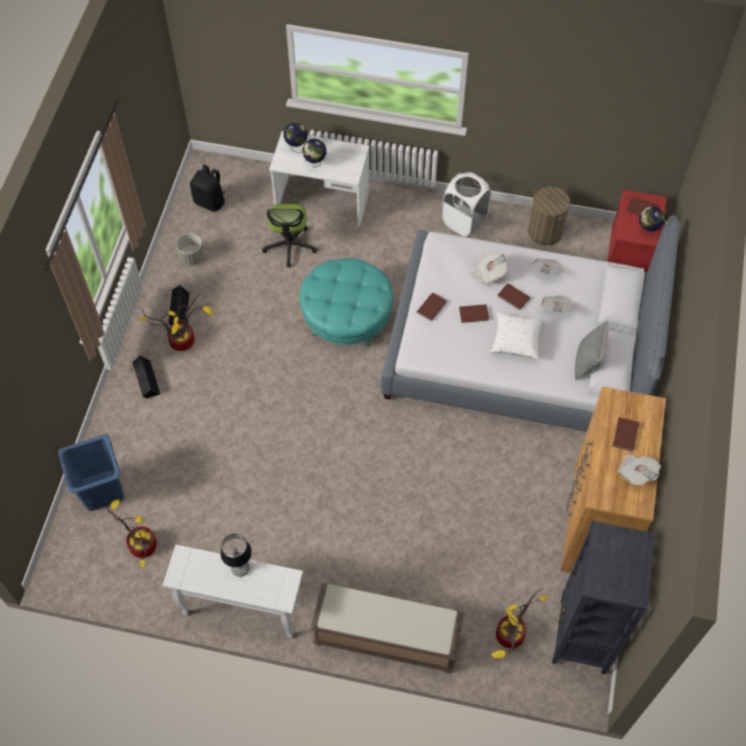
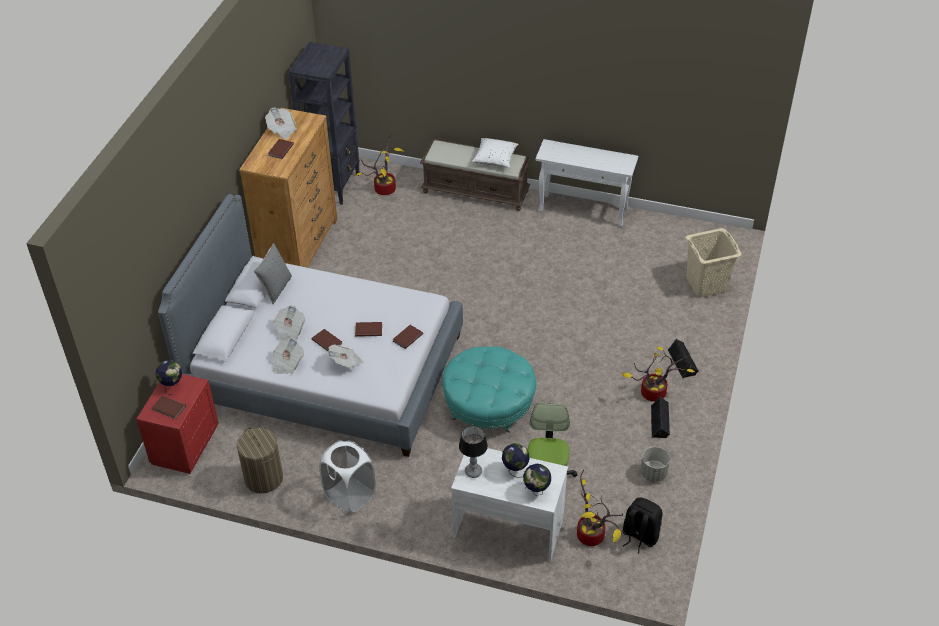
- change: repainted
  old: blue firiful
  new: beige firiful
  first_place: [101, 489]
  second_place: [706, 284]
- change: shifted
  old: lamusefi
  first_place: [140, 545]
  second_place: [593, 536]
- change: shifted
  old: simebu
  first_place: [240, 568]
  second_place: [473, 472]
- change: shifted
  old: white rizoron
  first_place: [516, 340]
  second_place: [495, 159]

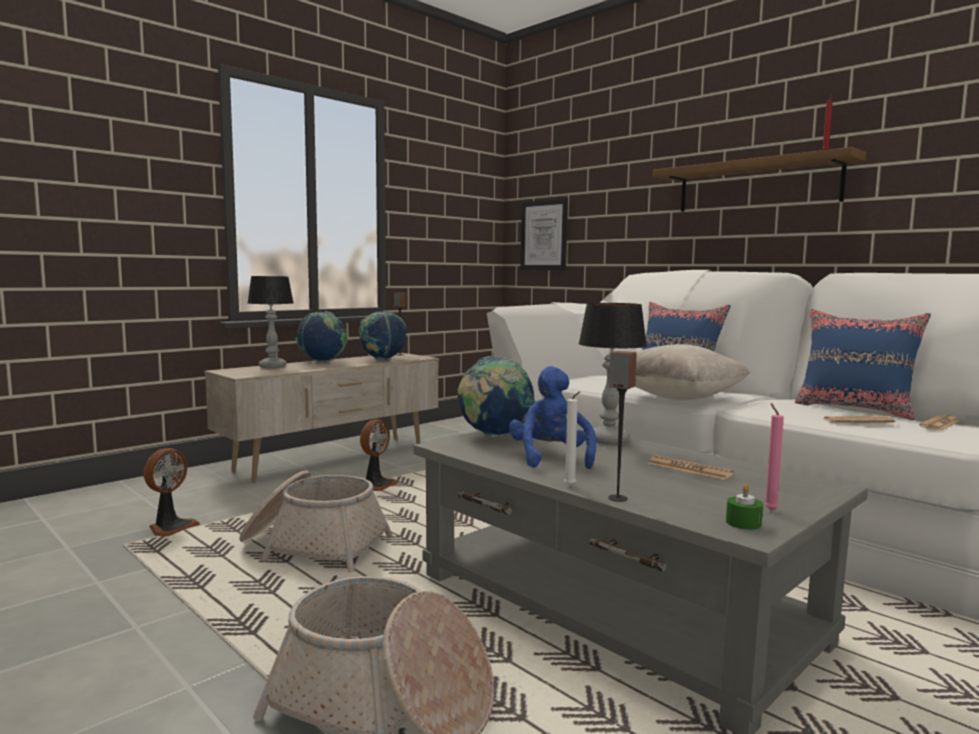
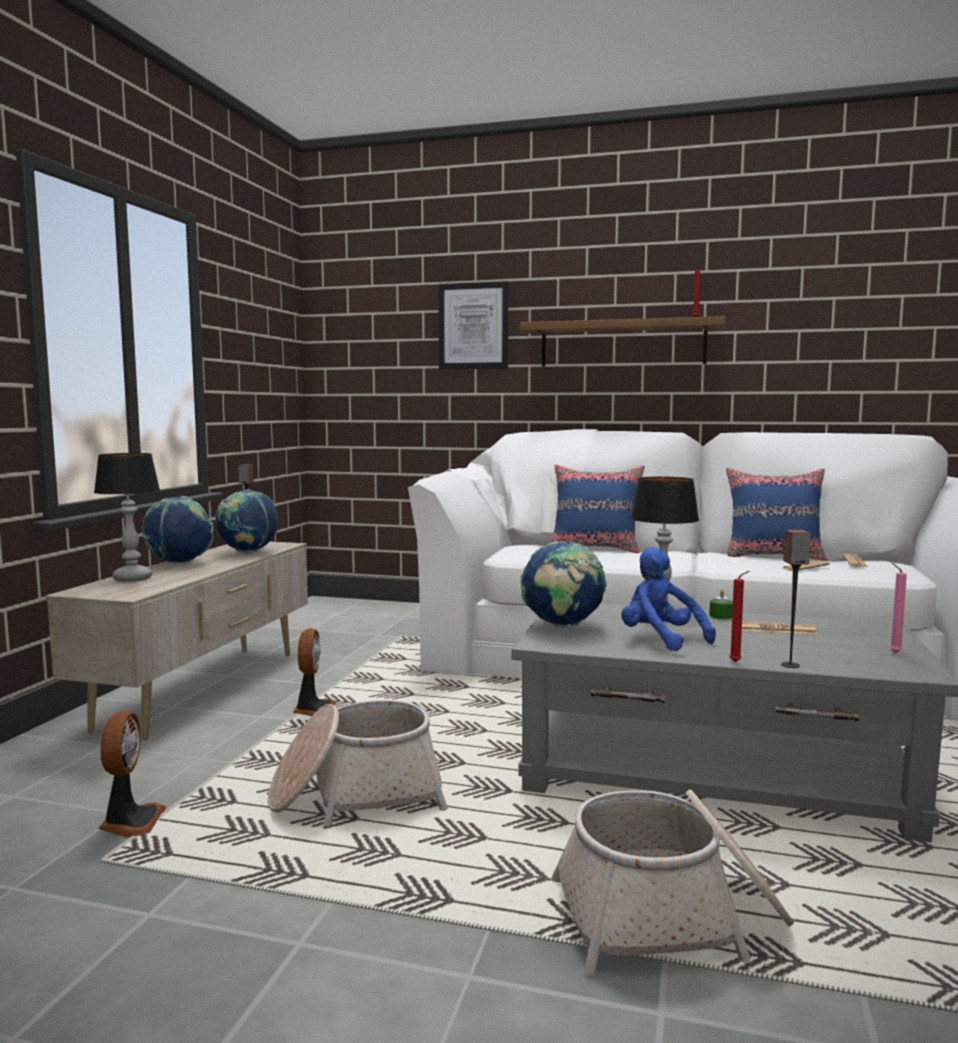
- change: shifted
  old: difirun
  first_place: [544, 235]
  second_place: [473, 326]
- change: repainted
  old: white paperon
  new: red paperon
  first_place: [571, 486]
  second_place: [737, 662]
- change: gone
  old: beige rizoron
  first_place: [677, 398]
- change: shifted
  old: green paperon
  first_place: [743, 523]
  second_place: [721, 616]

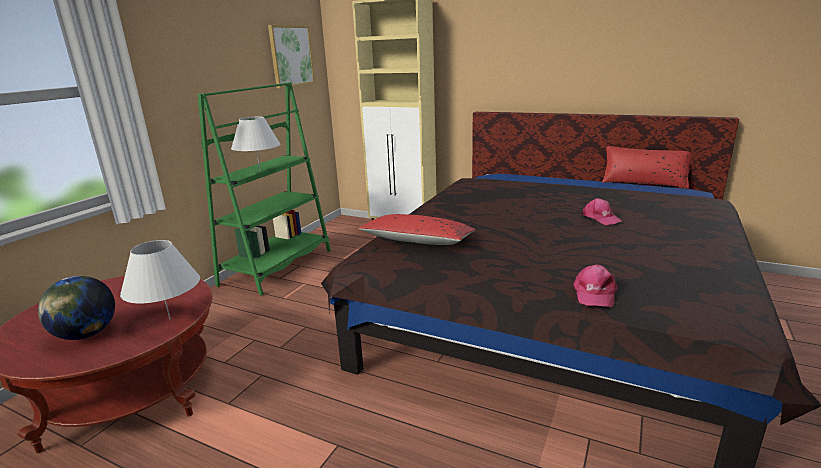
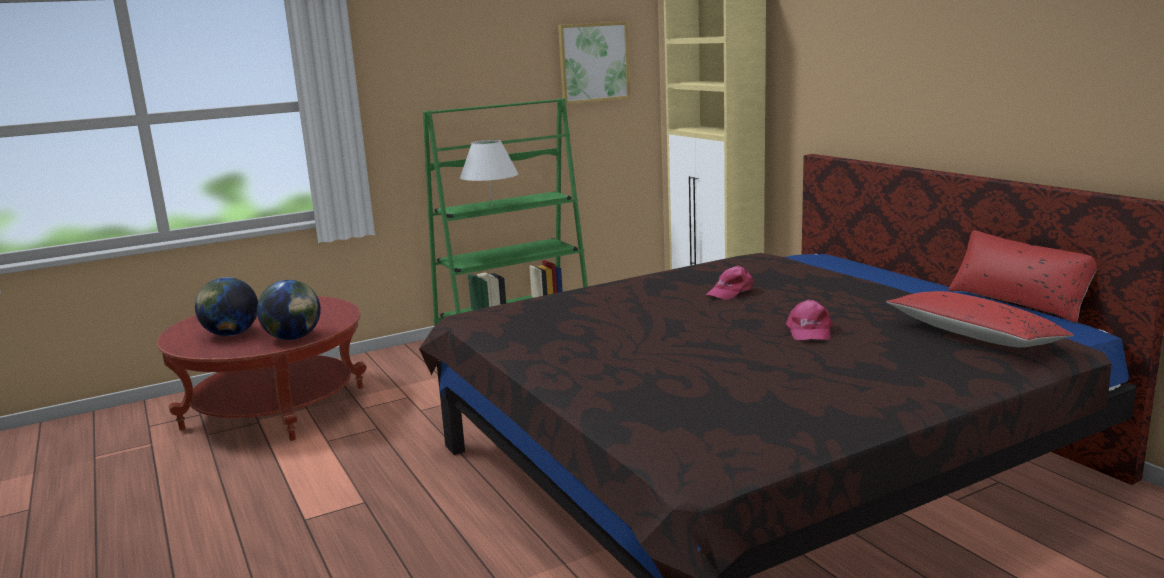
- change: swapped
  old: white simebu
  new: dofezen
  first_place: [170, 319]
  second_place: [293, 338]
- change: shifted
  old: red rizoron
  first_place: [417, 241]
  second_place: [974, 336]
- change: shifted
  old: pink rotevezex
  first_place: [594, 293]
  second_place: [730, 292]

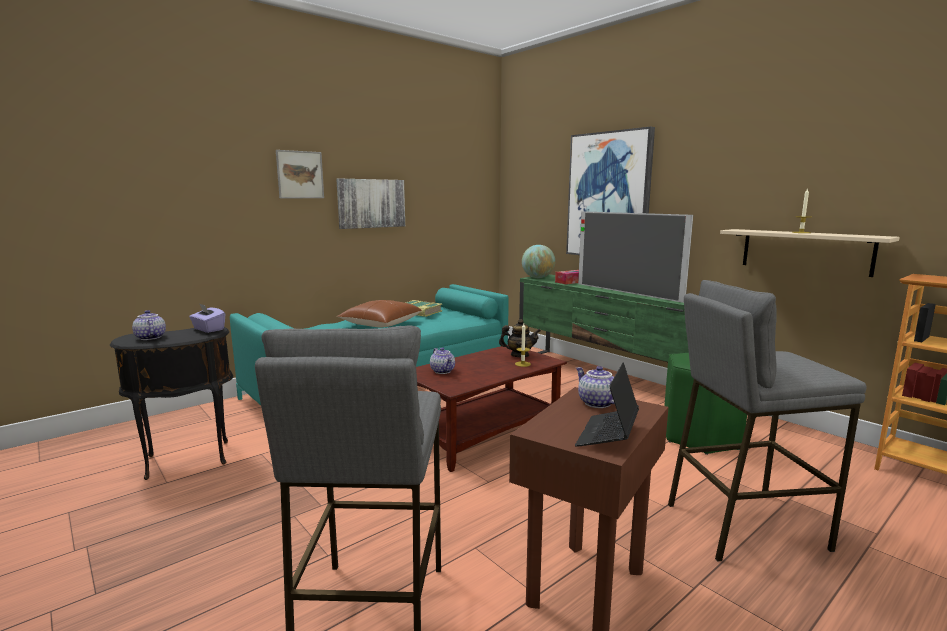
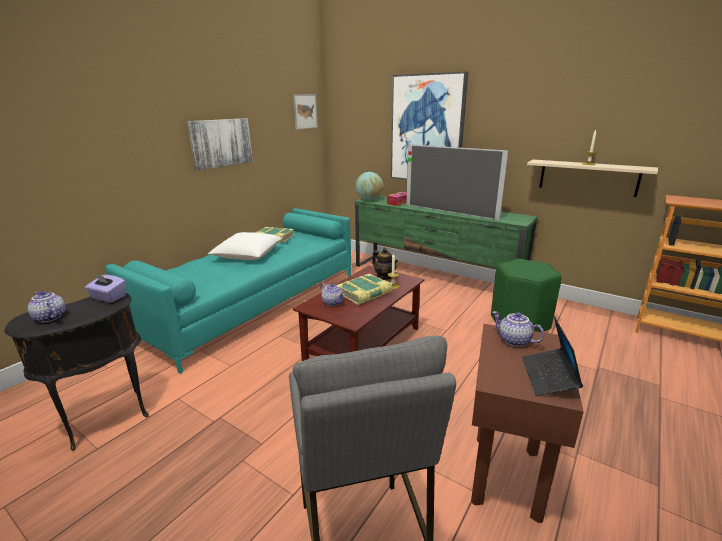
- change: shifted
  old: difirun
  first_place: [300, 174]
  second_place: [305, 111]
- change: repainted
  old: brown rizoron
  new: white rizoron
  first_place: [381, 323]
  second_place: [247, 254]
- change: rotated
  old: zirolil
  first_place: [519, 355]
  second_place: [384, 277]
  degrees: 60
- change: gone
  old: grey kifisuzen
  first_place: [743, 525]
- change: new
  new: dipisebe
  second_place: [365, 293]

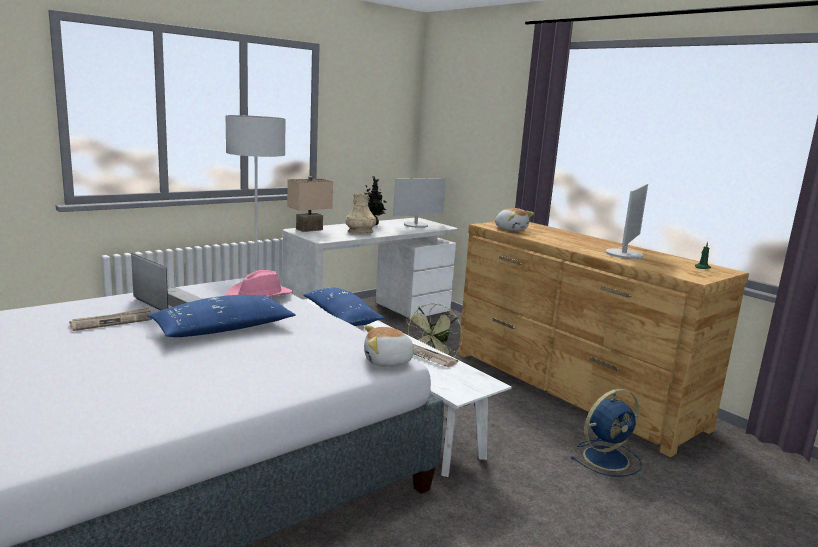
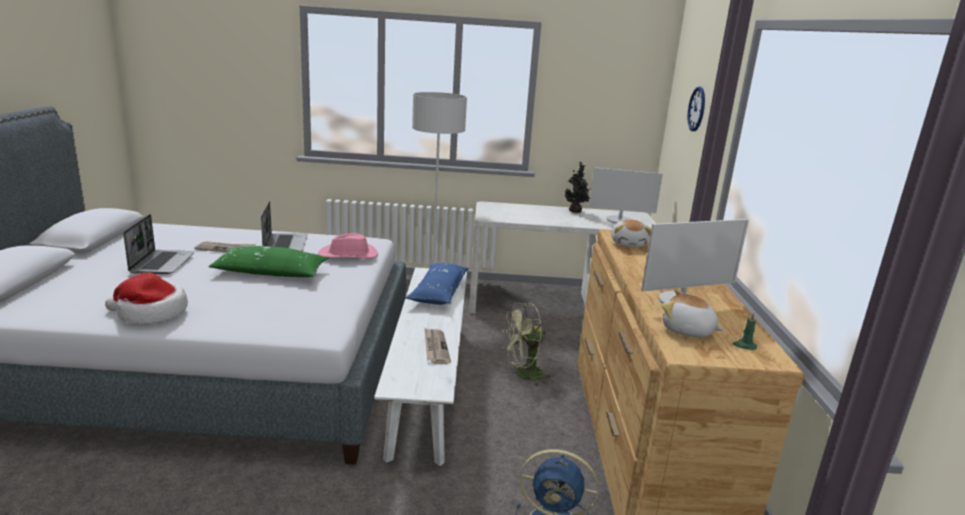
- change: repainted
  old: blue rizoron
  new: green rizoron
  first_place: [223, 329]
  second_place: [270, 273]
- change: gone
  old: beige simebu
  first_place: [309, 229]
- change: gone
  old: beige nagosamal
  first_place: [360, 232]
- change: shifted
  old: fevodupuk
  first_place: [388, 361]
  second_place: [687, 331]
- change: new
  new: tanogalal
  second_place: [150, 313]
- change: new
  new: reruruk
  second_place: [162, 263]
- change: new
  new: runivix
  second_place: [697, 109]

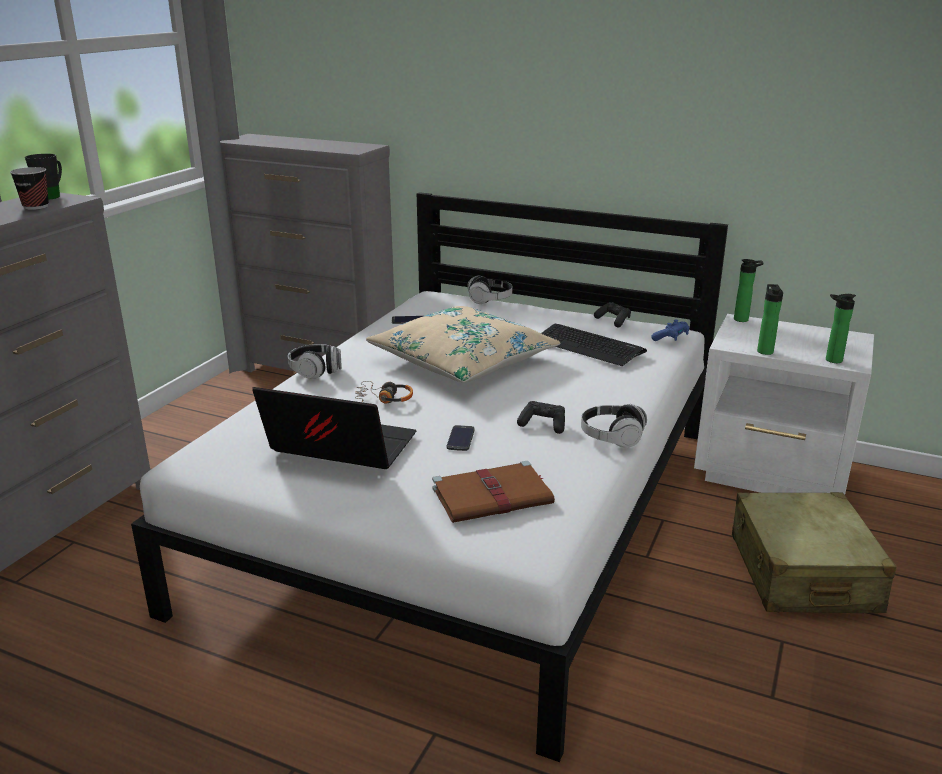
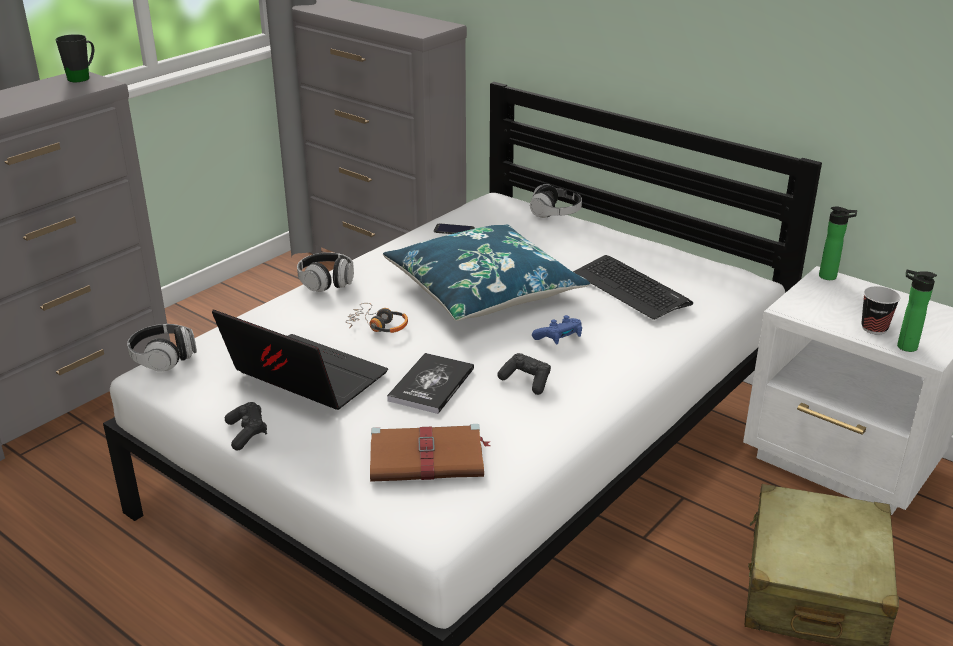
- change: shifted
  old: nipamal
  first_place: [36, 207]
  second_place: [874, 328]
- change: repainted
  old: beige rizoron
  new: blue rizoron
  first_place: [463, 361]
  second_place: [484, 290]
- change: swapped
  old: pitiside
  new: dipisebe
  first_place: [460, 438]
  second_place: [431, 385]
- change: shifted
  old: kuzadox
  first_place: [612, 437]
  second_place: [164, 358]
- change: shifted
  old: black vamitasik
  first_place: [613, 321]
  second_place: [247, 433]
- change: shifted
  old: blue vamitasik
  first_place: [671, 338]
  second_place: [559, 338]
- change: gone
  old: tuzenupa
  first_place: [764, 351]

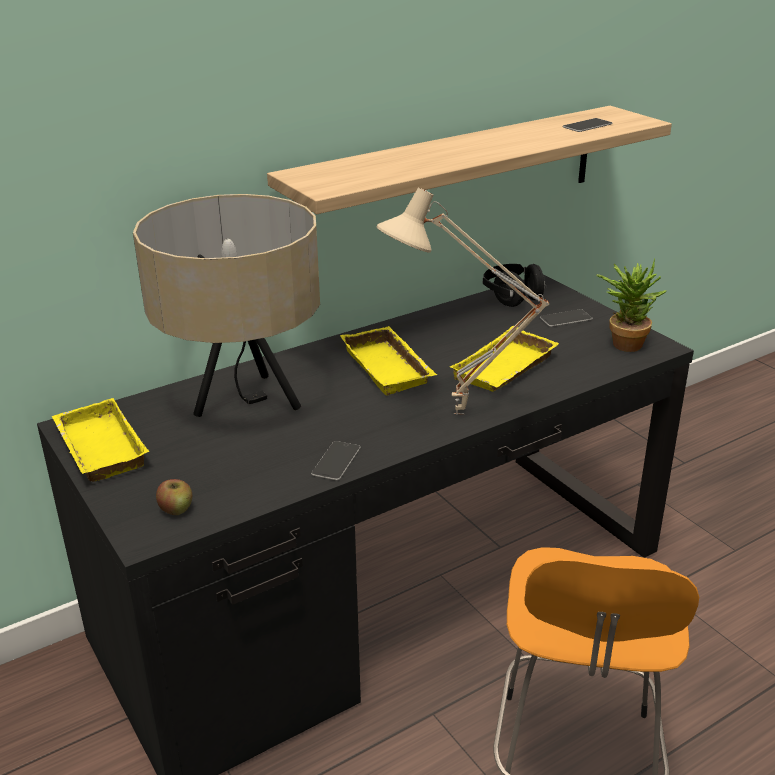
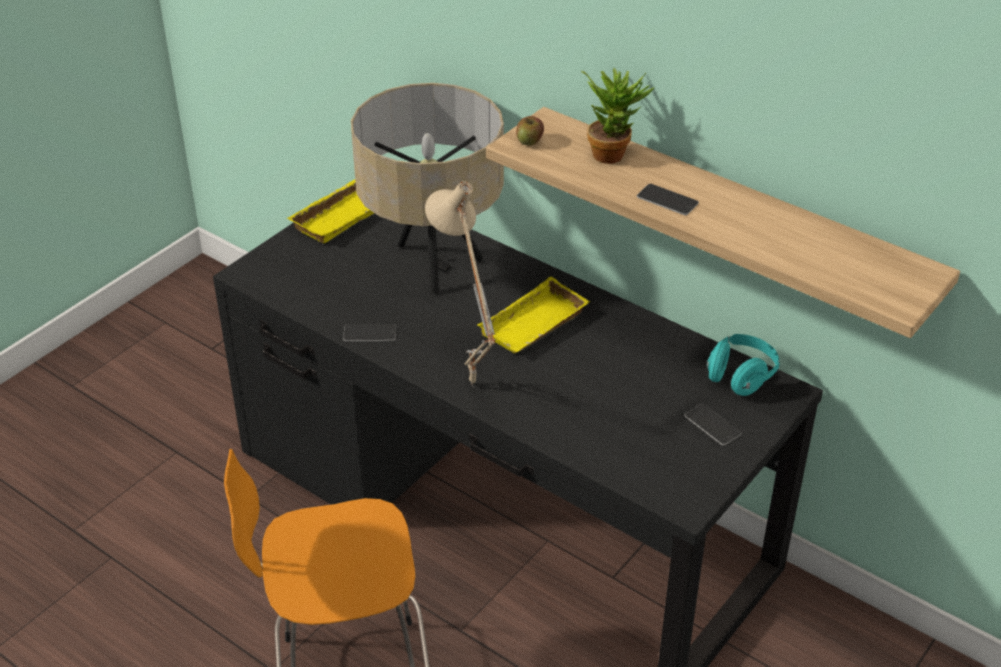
- change: shifted
  old: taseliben
  first_place: [176, 509]
  second_place: [529, 141]
- change: gone
  old: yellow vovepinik
  first_place: [506, 369]
- change: repainted
  old: black kuzadox
  new: turquoise kuzadox
  first_place: [512, 297]
  second_place: [740, 376]
- change: shifted
  old: pitiside
  first_place: [587, 125]
  second_place: [667, 200]
- change: shifted
  old: lamusefi
  first_place: [624, 342]
  second_place: [613, 153]

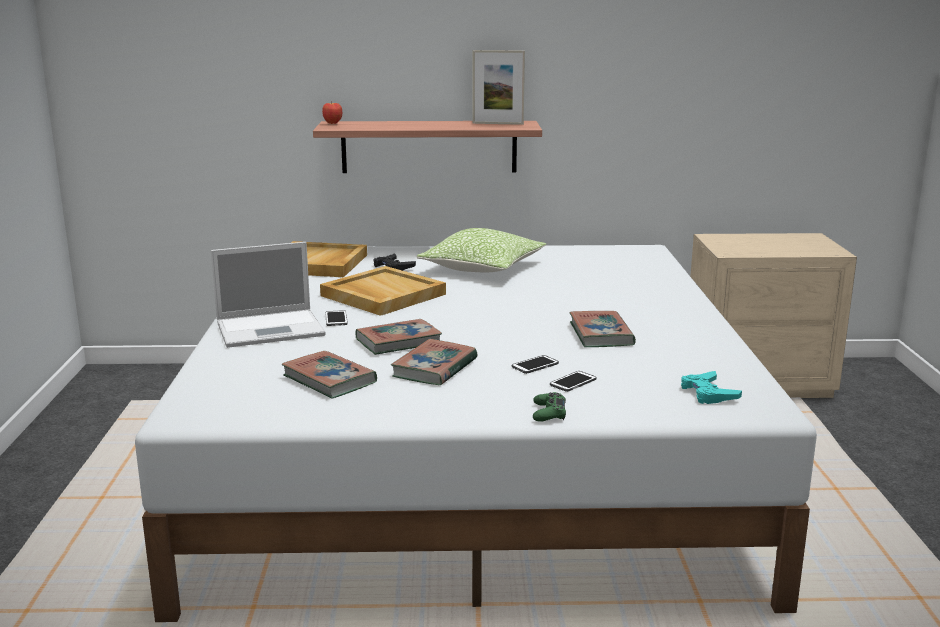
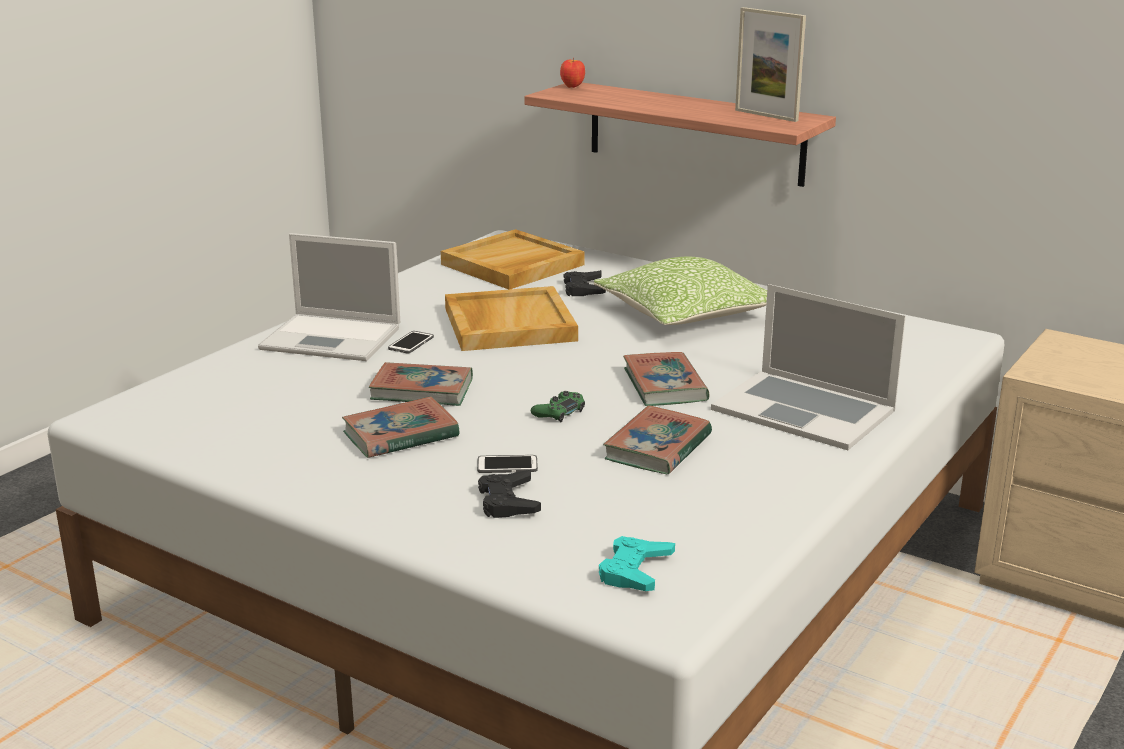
- change: shifted
  old: dipisebe
  first_place: [329, 380]
  second_place: [665, 385]
- change: shifted
  old: green vamitasik
  first_place: [549, 413]
  second_place: [559, 412]
- change: swapped
  old: pitiside
  new: black vamitasik
  first_place: [573, 382]
  second_place: [508, 501]
- change: new
  new: reruruk
  second_place: [804, 409]

